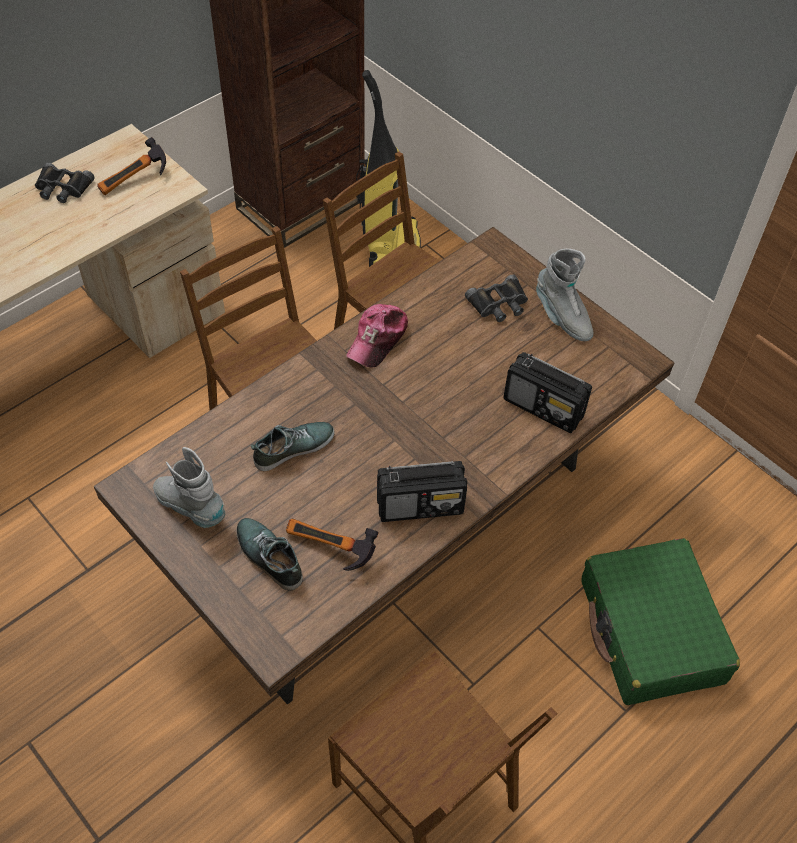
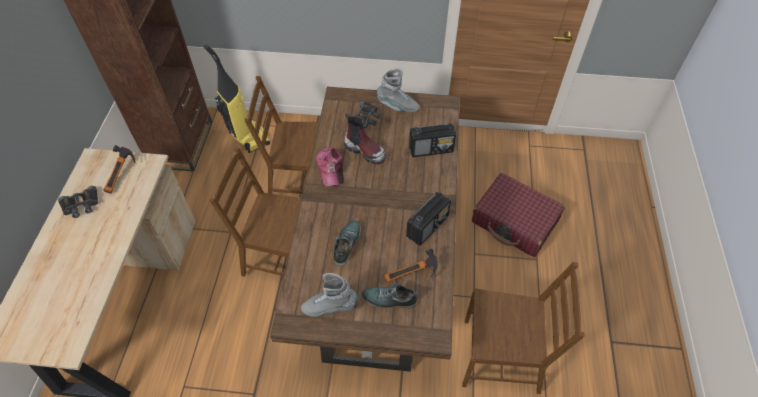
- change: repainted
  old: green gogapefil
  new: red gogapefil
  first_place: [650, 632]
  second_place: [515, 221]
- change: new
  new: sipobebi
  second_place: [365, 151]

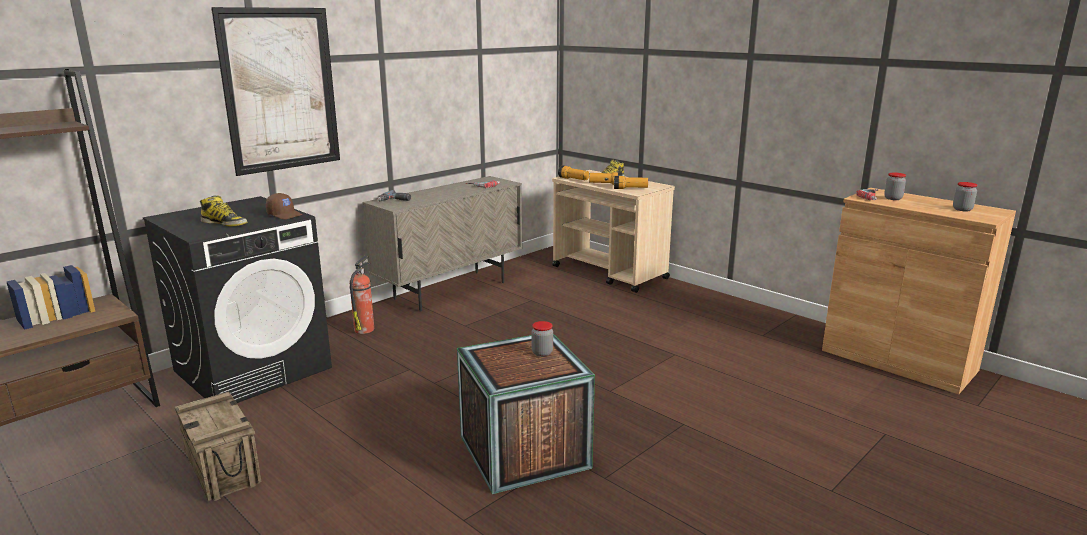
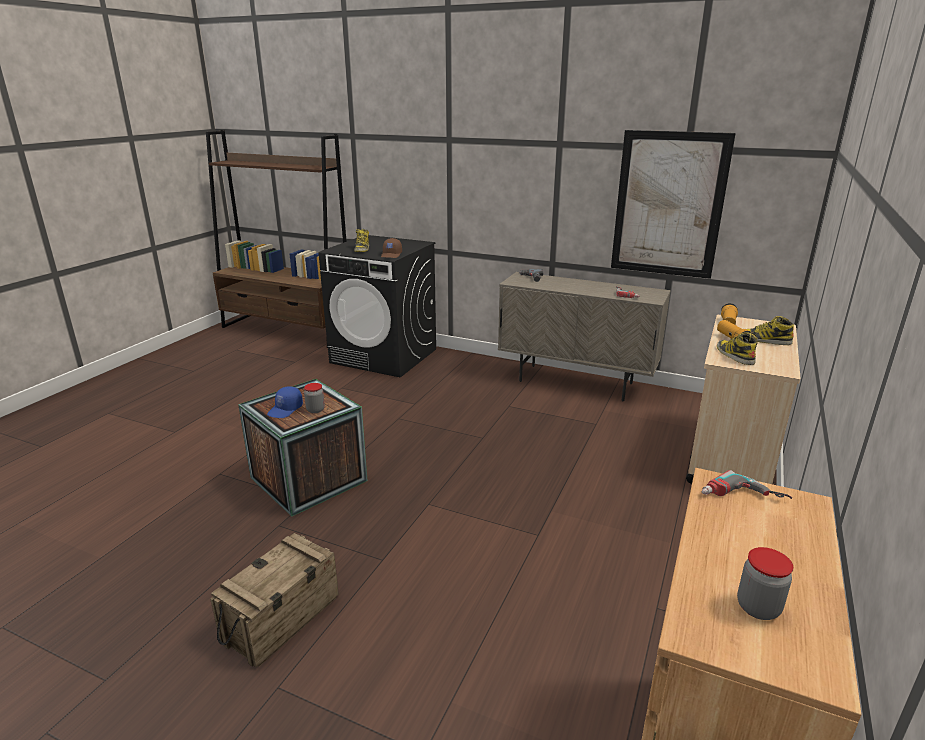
- change: shifted
  old: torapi
  first_place: [223, 467]
  second_place: [282, 619]
- change: shifted
  old: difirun
  first_place: [280, 90]
  second_place: [668, 205]
- change: gone
  old: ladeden
  first_place: [365, 329]
- change: swapped
  old: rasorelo
  new: sipobebi
  first_place: [630, 189]
  second_place: [734, 355]
- change: gone
  old: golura
  first_place: [893, 198]
- change: new
  new: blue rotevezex
  second_place: [285, 410]

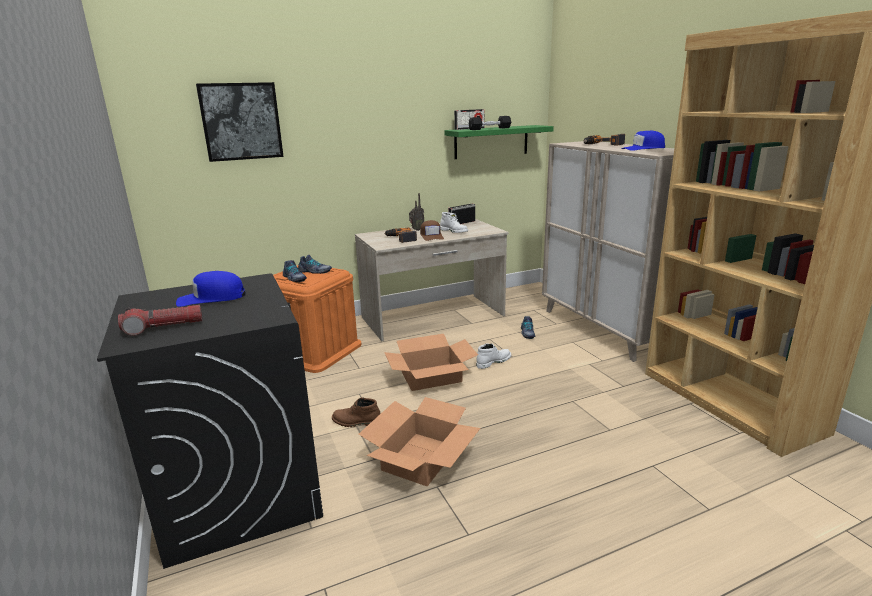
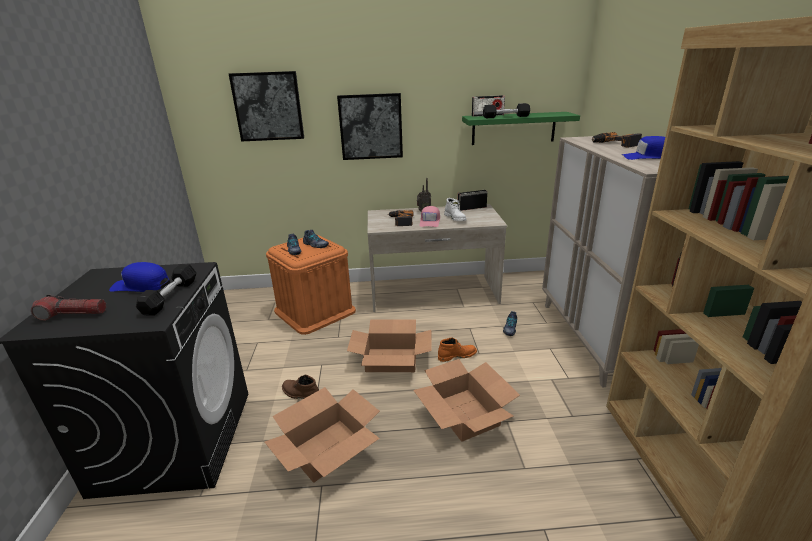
- change: repainted
  old: brown rotevezex
  new: pink rotevezex
  first_place: [431, 236]
  second_place: [430, 221]
- change: repainted
  old: white sipobebi
  new: orange sipobebi
  first_place: [493, 362]
  second_place: [457, 355]
- change: new
  new: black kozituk
  second_place: [170, 297]
- change: new
  new: difirun
  second_place: [371, 126]
- change: new
  new: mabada
  second_place: [465, 414]

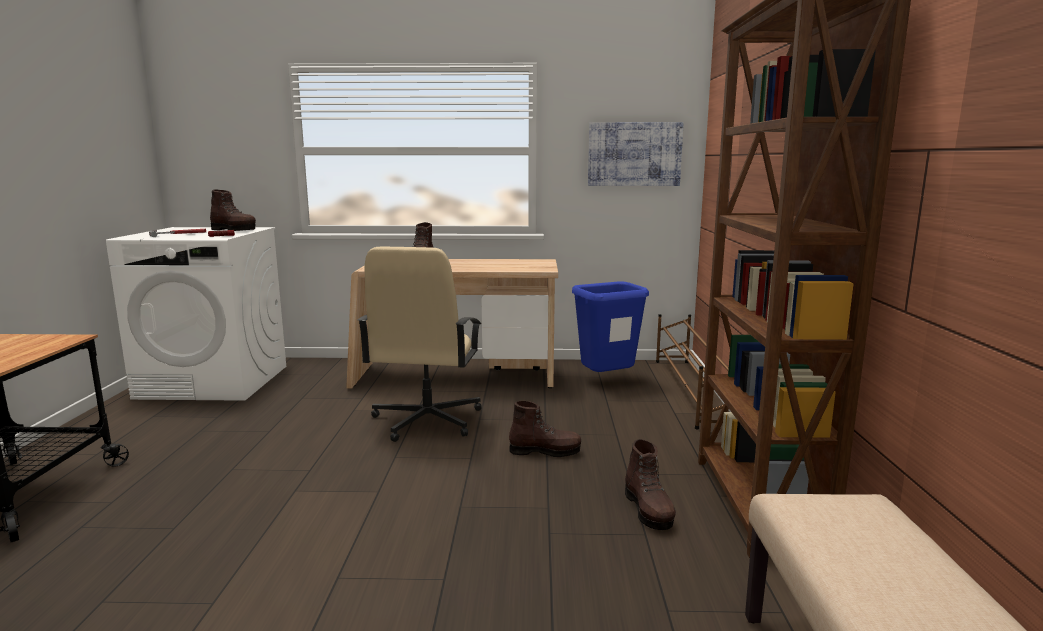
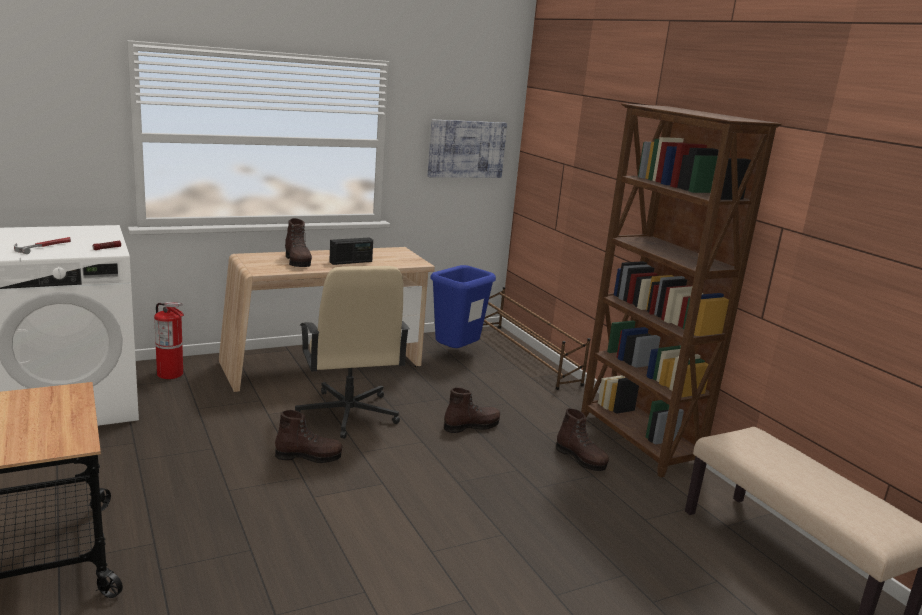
- change: shifted
  old: brown sipobebi
  first_place: [234, 230]
  second_place: [309, 456]
- change: new
  new: ladeden
  second_place: [170, 374]
- change: new
  new: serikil
  second_place: [351, 262]

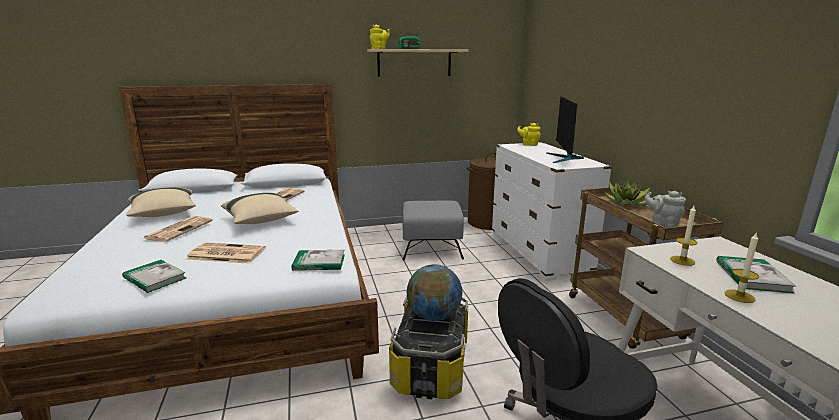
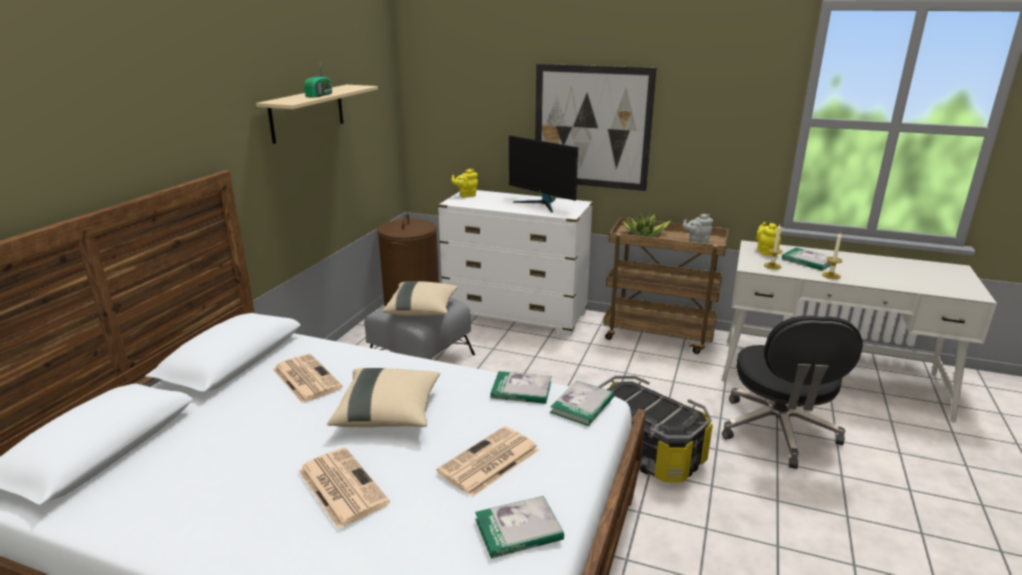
- change: shifted
  old: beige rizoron
  first_place: [164, 214]
  second_place: [422, 310]
- change: shifted
  old: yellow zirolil
  first_place: [379, 48]
  second_place: [766, 252]
- change: gone
  old: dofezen
  first_place: [434, 316]
- change: new
  new: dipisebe
  second_place: [521, 390]
- change: new
  new: difirun
  second_place: [592, 127]

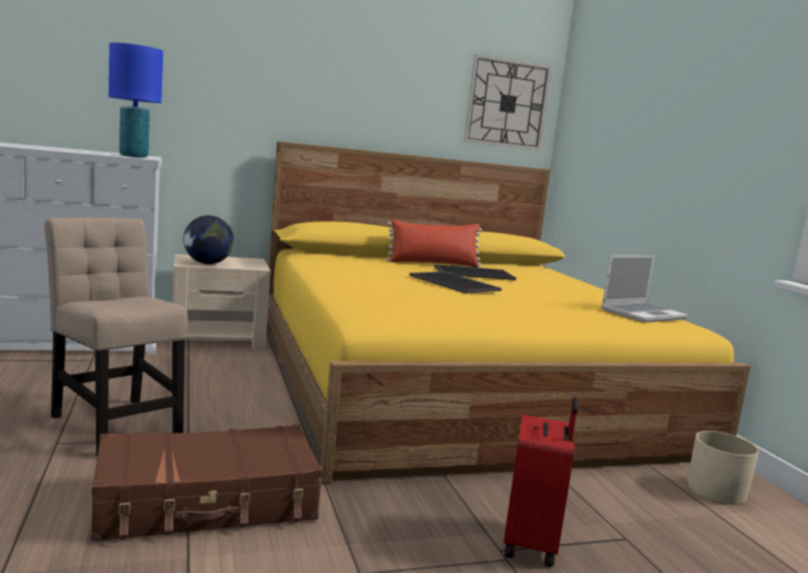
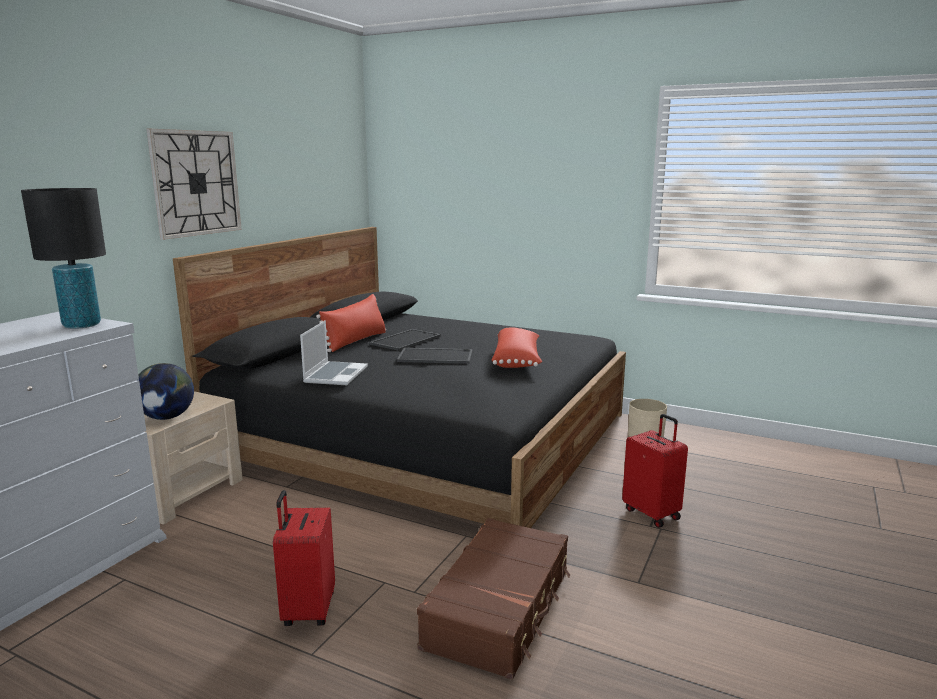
- change: swapped
  old: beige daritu
  new: red gogapefil
  first_place: [114, 424]
  second_place: [307, 610]
- change: repainted
  old: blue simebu
  new: black simebu
  first_place: [133, 156]
  second_place: [81, 325]
- change: repainted
  old: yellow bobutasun
  new: black bobutasun
  first_place: [456, 384]
  second_place: [427, 436]
- change: shifted
  old: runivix
  first_place: [507, 103]
  second_place: [196, 183]
- change: shifted
  old: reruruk
  first_place: [643, 314]
  second_place: [335, 374]
- change: new
  new: red rizoron
  second_place: [517, 360]

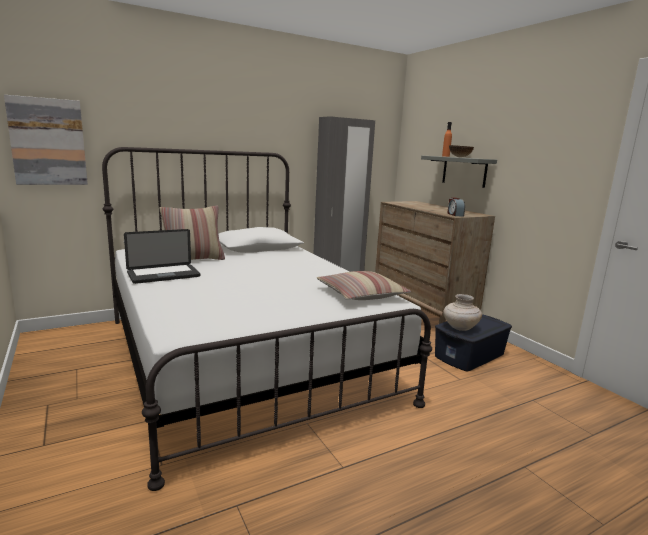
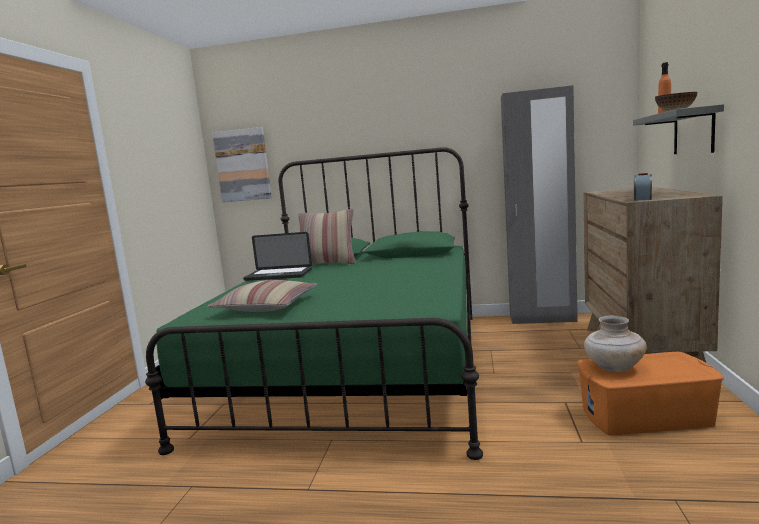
- change: repainted
  old: white bobutasun
  new: green bobutasun
  first_place: [244, 358]
  second_place: [357, 369]
- change: shifted
  old: rizoron
  first_place: [361, 294]
  second_place: [267, 307]
- change: repainted
  old: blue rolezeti
  new: orange rolezeti
  first_place: [470, 355]
  second_place: [646, 416]

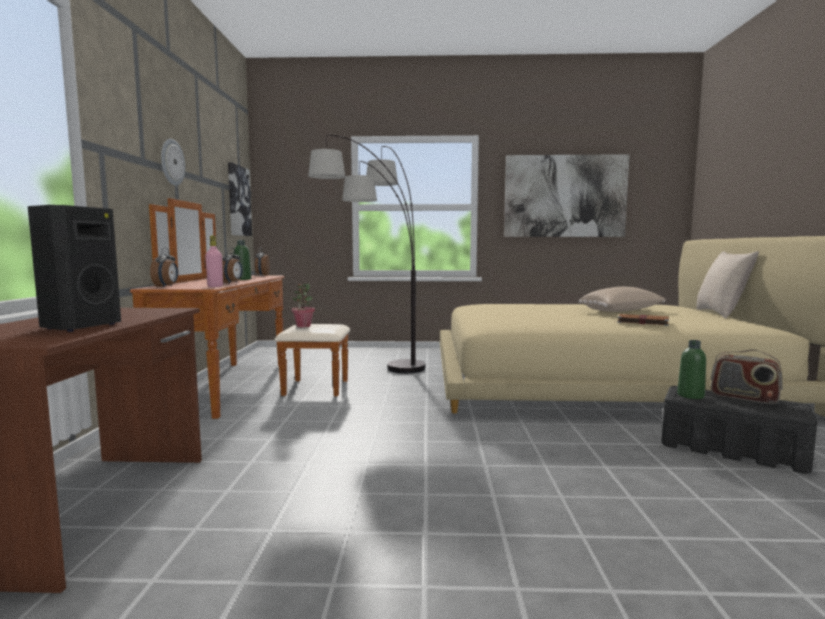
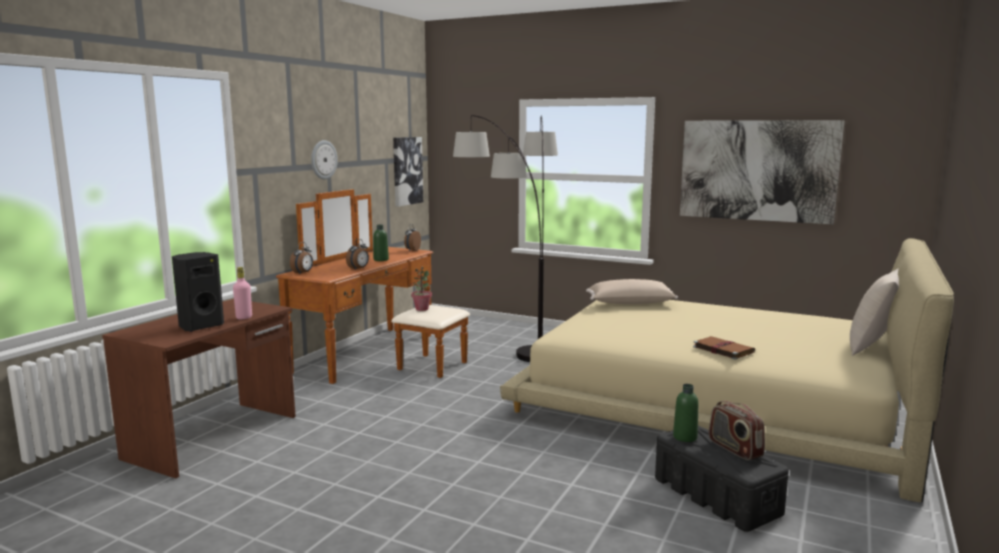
- change: shifted
  old: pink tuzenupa
  first_place: [215, 286]
  second_place: [244, 317]
- change: shifted
  old: beige rizoron
  first_place: [622, 311]
  second_place: [630, 304]

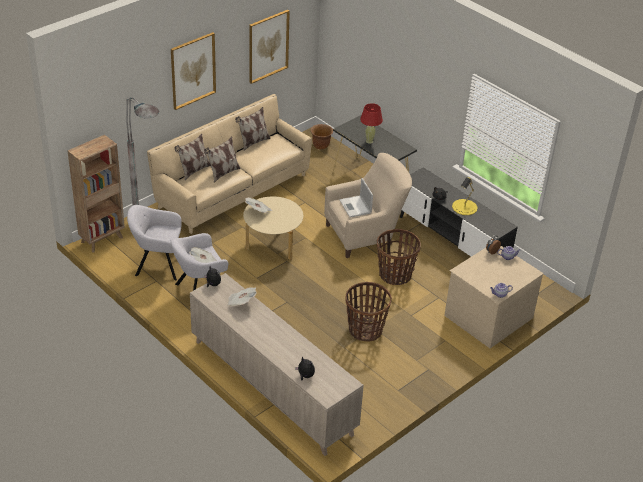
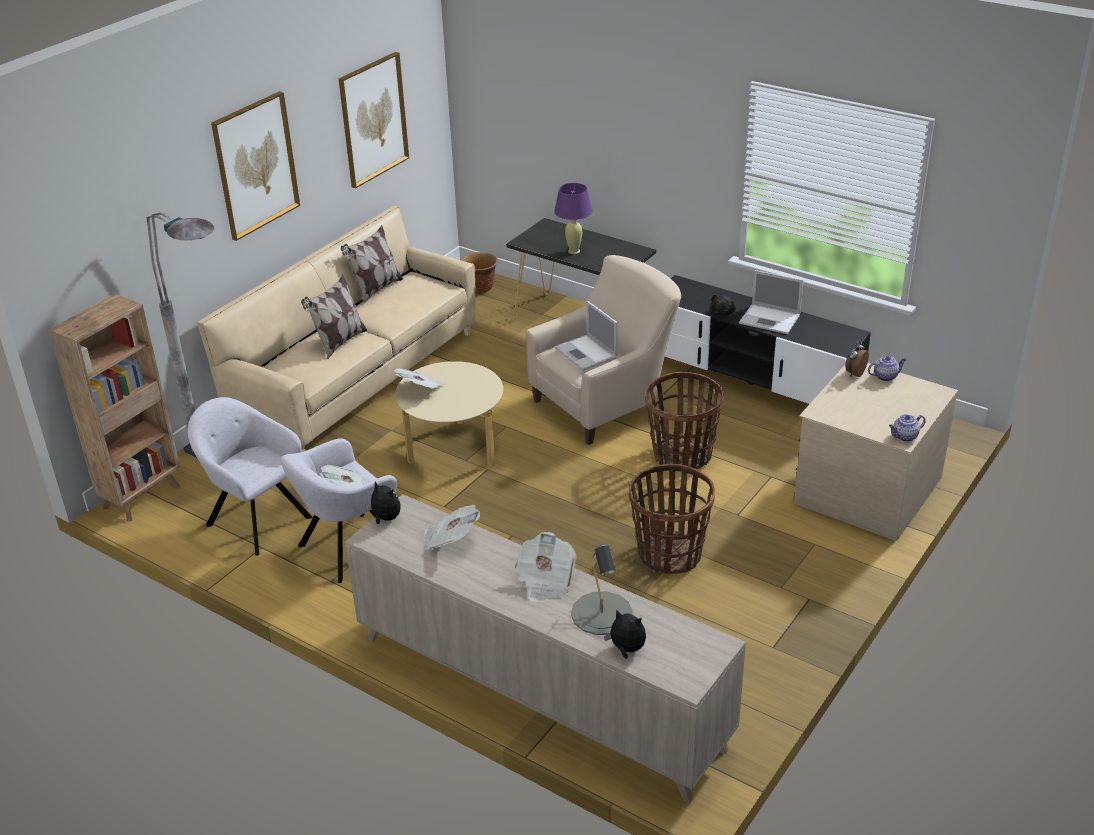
- change: rotated
  old: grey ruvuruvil
  first_place: [157, 264]
  second_place: [256, 519]
  degrees: 45
- change: gone
  old: rizoron
  first_place: [193, 170]
- change: repainted
  old: red simebu
  new: purple simebu
  first_place: [369, 141]
  second_place: [573, 251]
- change: swapped
  old: yellow simebu
  new: reruruk
  first_place: [464, 207]
  second_place: [770, 319]
- change: new
  new: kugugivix
  second_place: [545, 581]
- change: new
  new: grey simebu
  second_place: [602, 613]

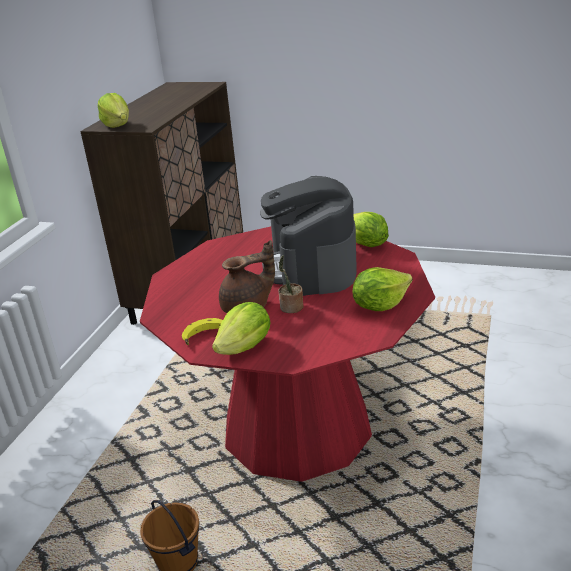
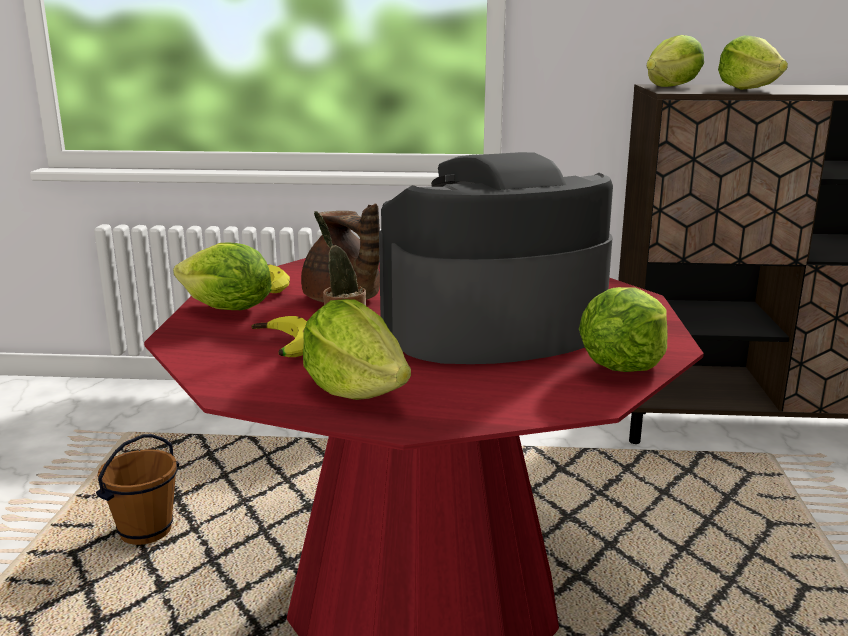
- change: new
  new: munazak
  second_place: [282, 347]
- change: new
  new: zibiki
  second_place: [748, 89]

